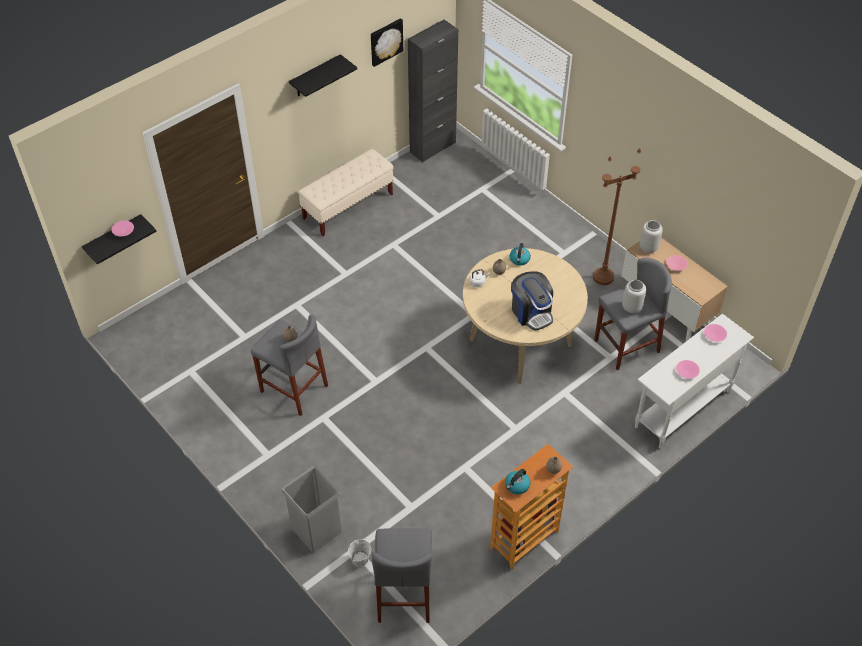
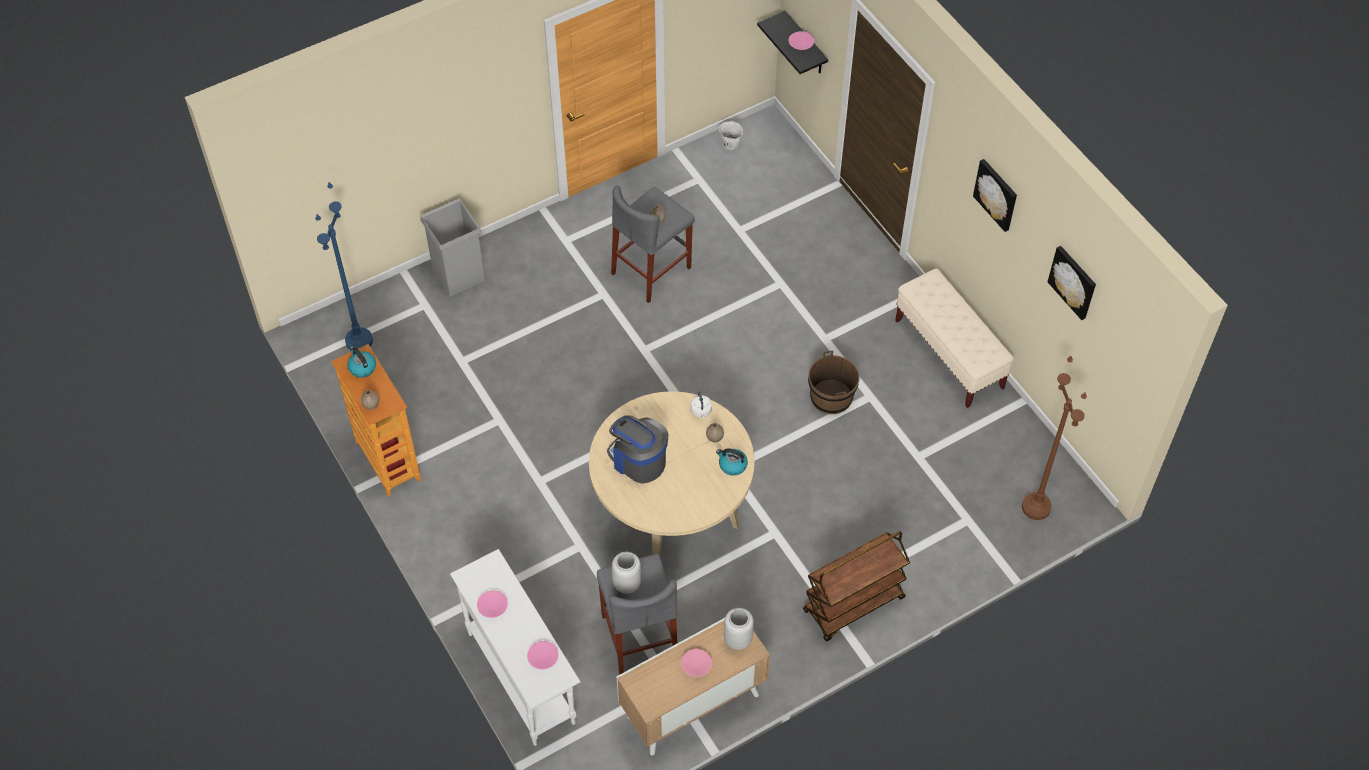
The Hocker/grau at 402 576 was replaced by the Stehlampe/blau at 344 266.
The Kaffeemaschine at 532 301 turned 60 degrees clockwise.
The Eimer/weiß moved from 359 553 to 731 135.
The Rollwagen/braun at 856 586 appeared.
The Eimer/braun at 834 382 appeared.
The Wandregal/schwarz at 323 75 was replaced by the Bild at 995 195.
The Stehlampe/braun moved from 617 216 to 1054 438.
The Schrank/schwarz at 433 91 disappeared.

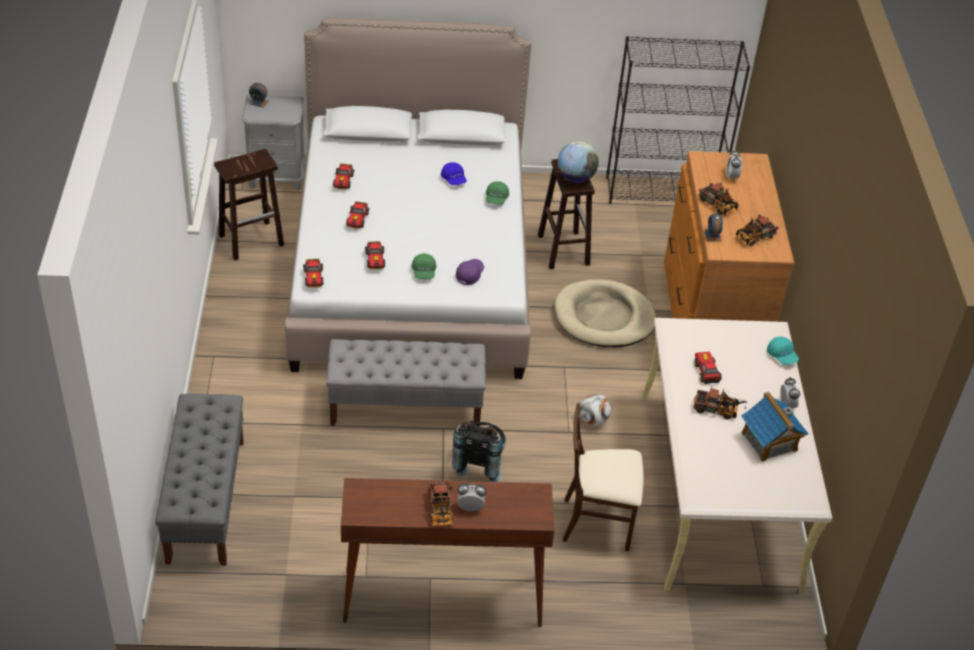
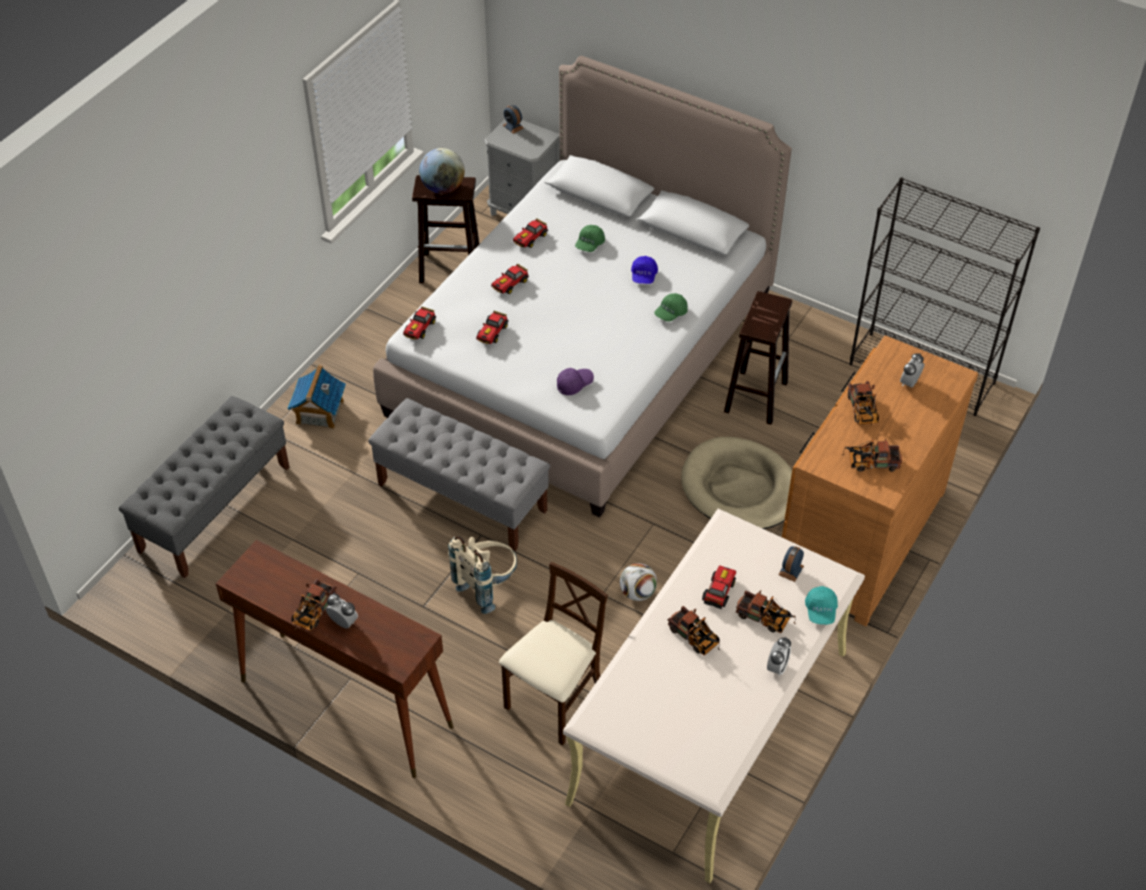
The Spielzeughaus moved from 774 426 to 316 396.
The Globus moved from 578 162 to 442 171.
The Rucksack/schwarz at 479 451 became the Rucksack/beige at 482 575.
The Stuhl/beige at 603 477 turned 90 degrees clockwise.
The Kappe/grün moved from 424 266 to 590 238.
The Spielzeuglaster at 766 611 appeared.
The Wecker moved from 713 228 to 791 564.

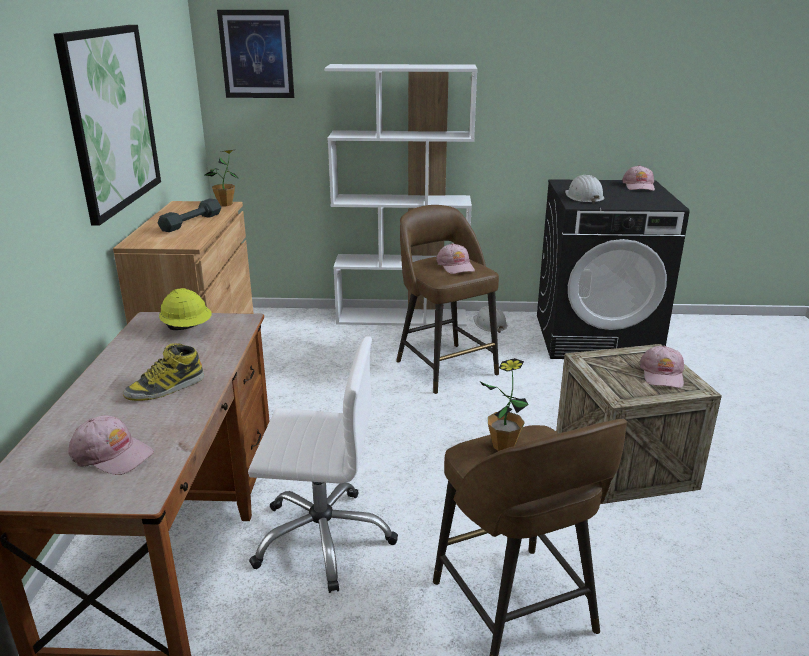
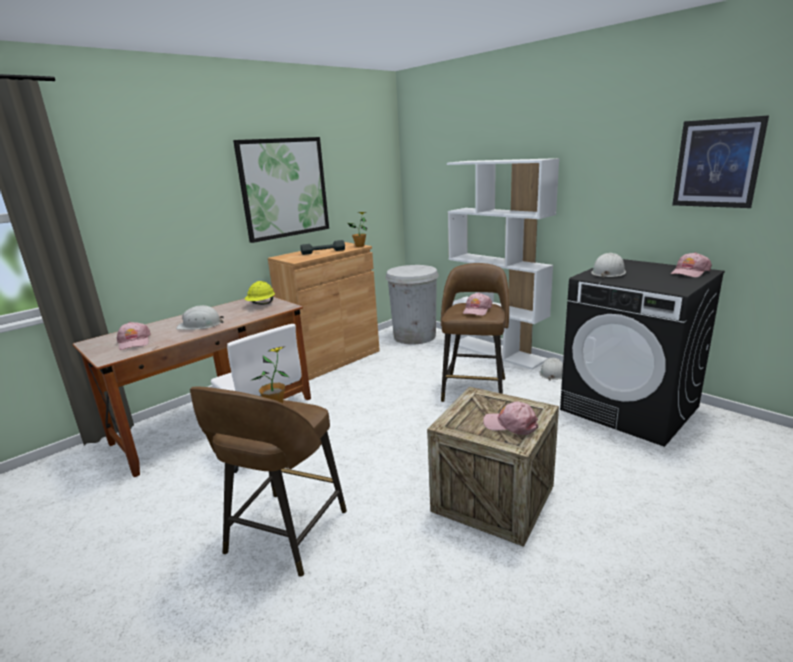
The Stiefel at 163 372 was replaced by the Schutzhelm/weiß at 200 317.
The Mülleimer/weiß at 412 305 appeared.
The Kappe/rosa at 662 367 turned 60 degrees clockwise.
The Bild moved from 255 54 to 720 161.

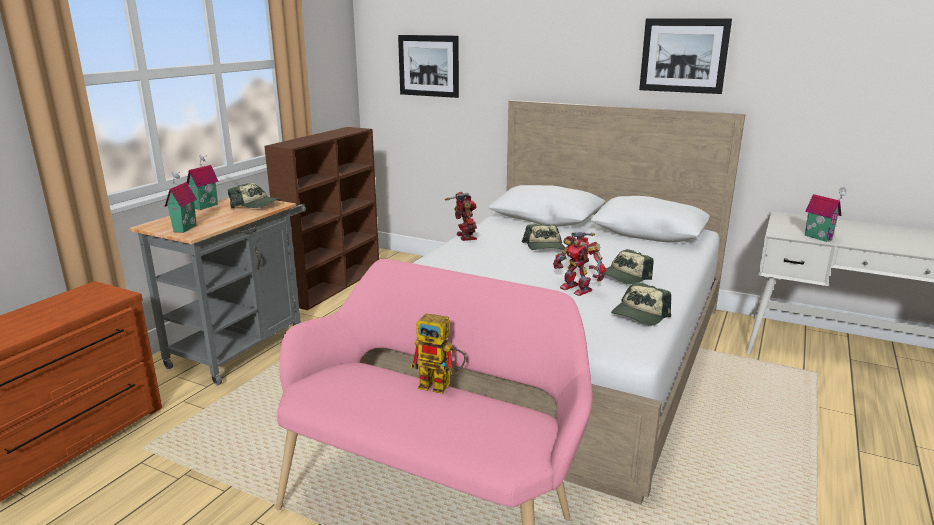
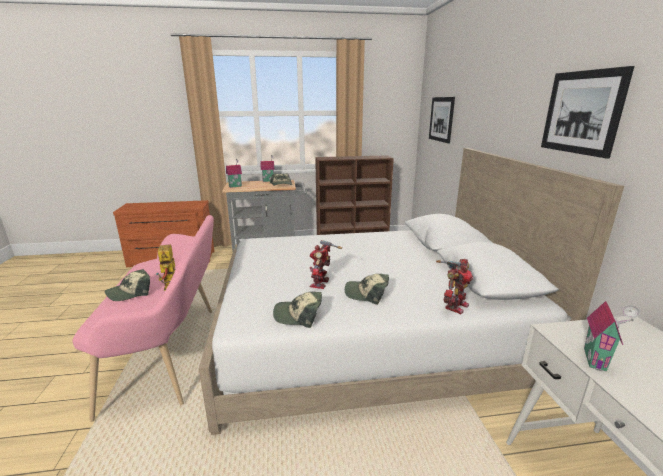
The Kappe moved from 543 237 to 127 285.
The Spielzeugroboter moved from 461 216 to 454 286.

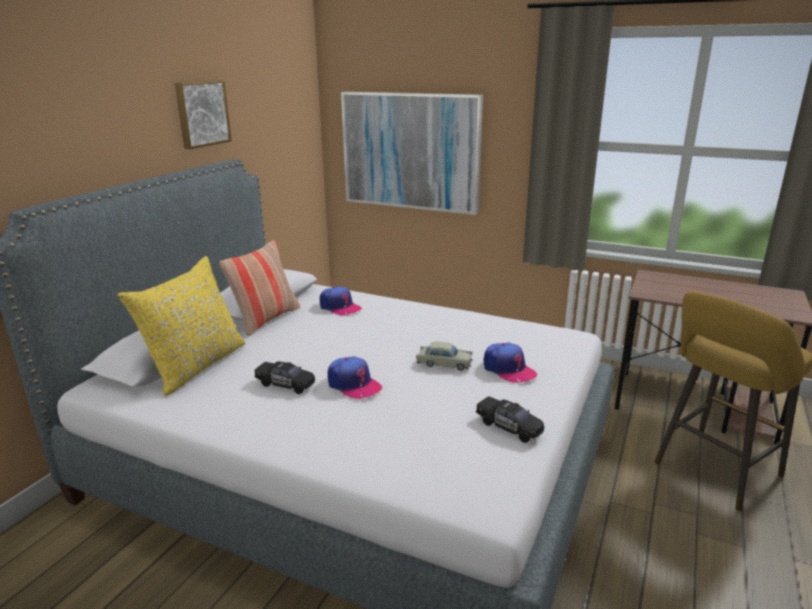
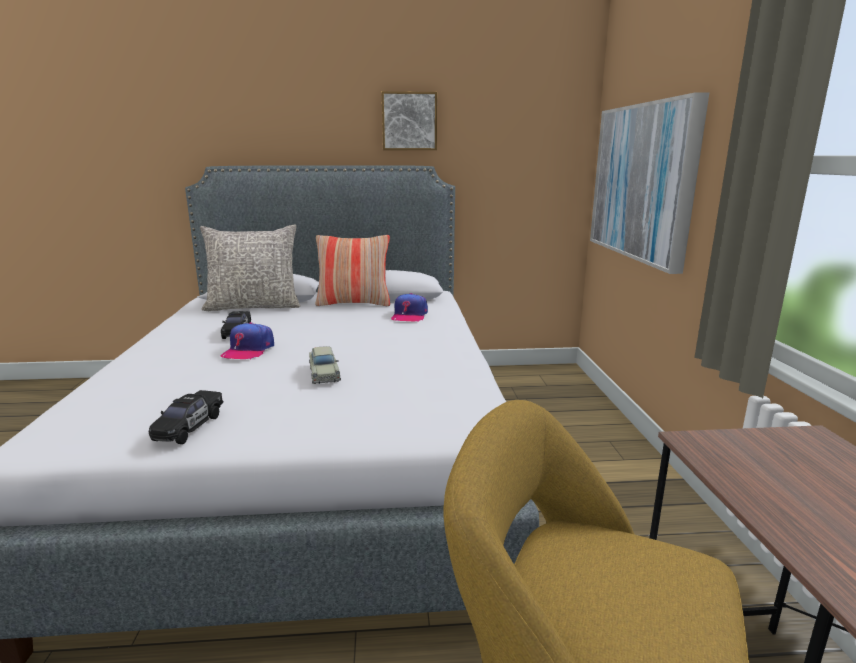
The Kissen/gelb at 181 326 became the Kissen/grau at 250 267.
The Kappe at 510 363 disappeared.

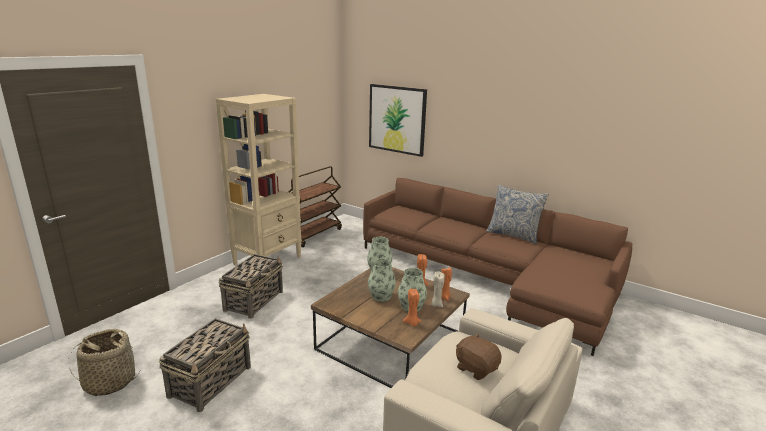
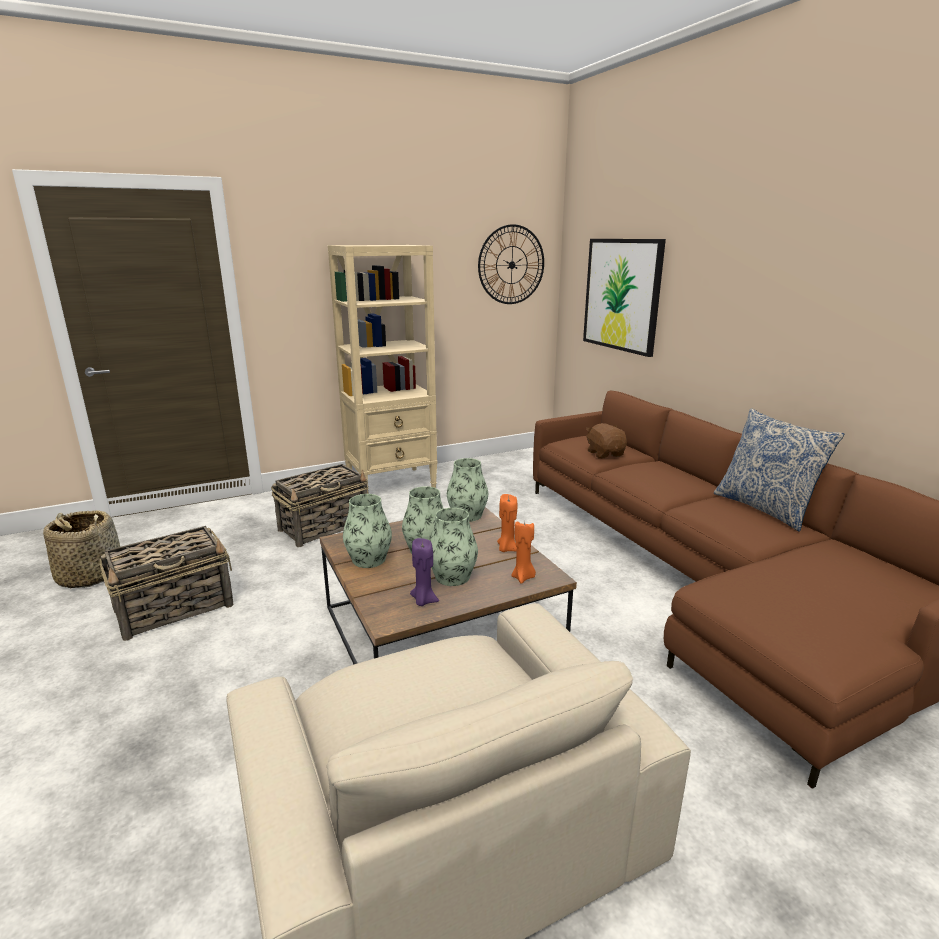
The Vase at 367 531 appeared.
The Kerze/orange at 412 307 became the Kerze/lila at 424 572.
The Wanduhr at 511 264 appeared.
The Plüschtier/braun moved from 478 356 to 606 441.
The Rollwagen/braun at 315 206 disappeared.
The Kerze/beige at 438 289 disappeared.

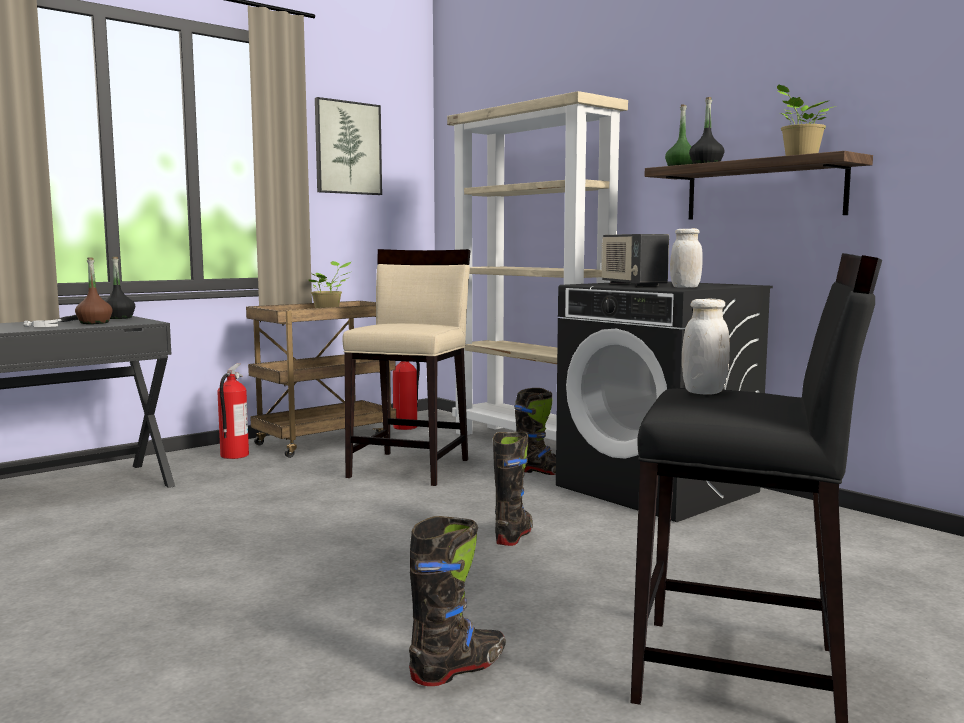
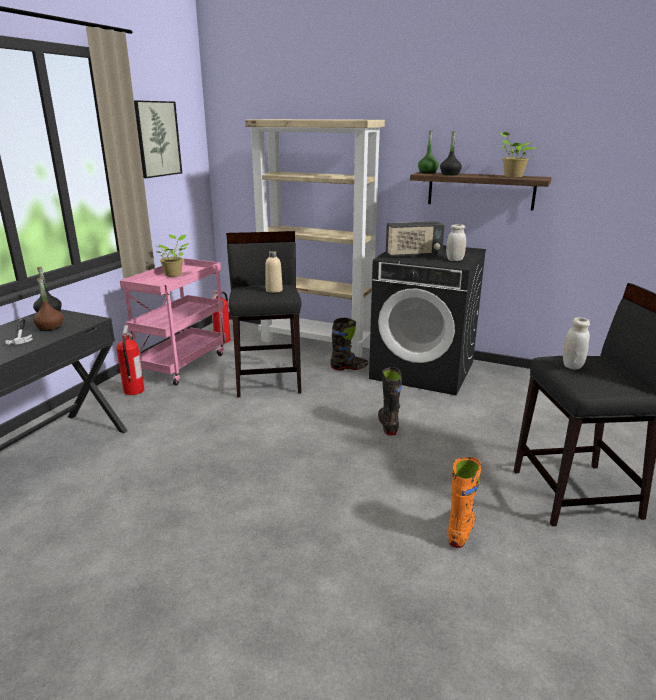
The Rollwagen/braun at 321 379 became the Rollwagen/rosa at 173 322.
The Hocker/beige at 406 367 became the Hocker/schwarz at 264 314.
The Flasche/beige at 274 272 appeared.
The Radio at 635 260 turned 60 degrees counterclockwise.
The Stiefel/schwarz at 457 601 became the Stiefel/orange at 464 502.

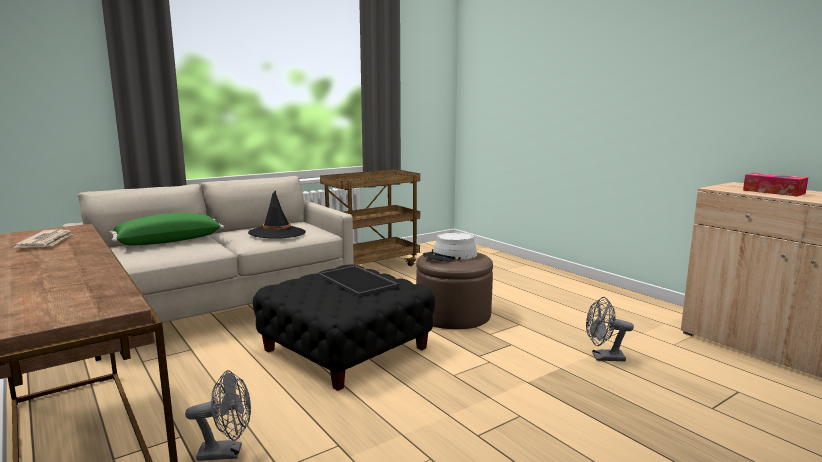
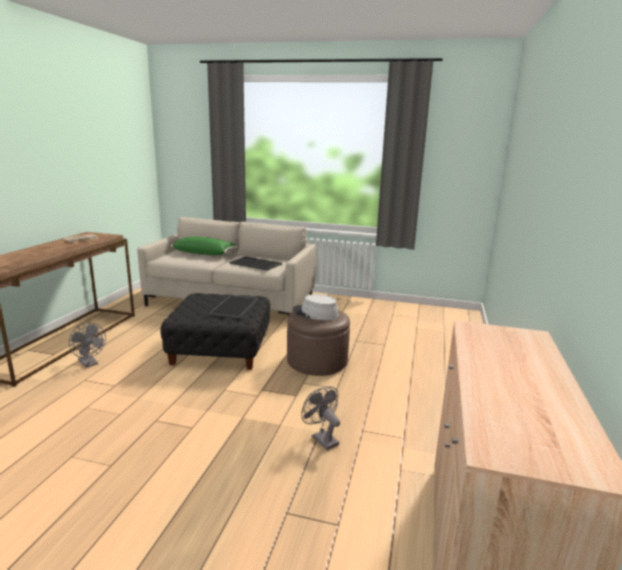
The Hut/schwarz at 277 214 was replaced by the Tablett at 255 263.
The Rollwagen/braun at 370 217 disappeared.
The Taschentuchbox at 775 185 disappeared.

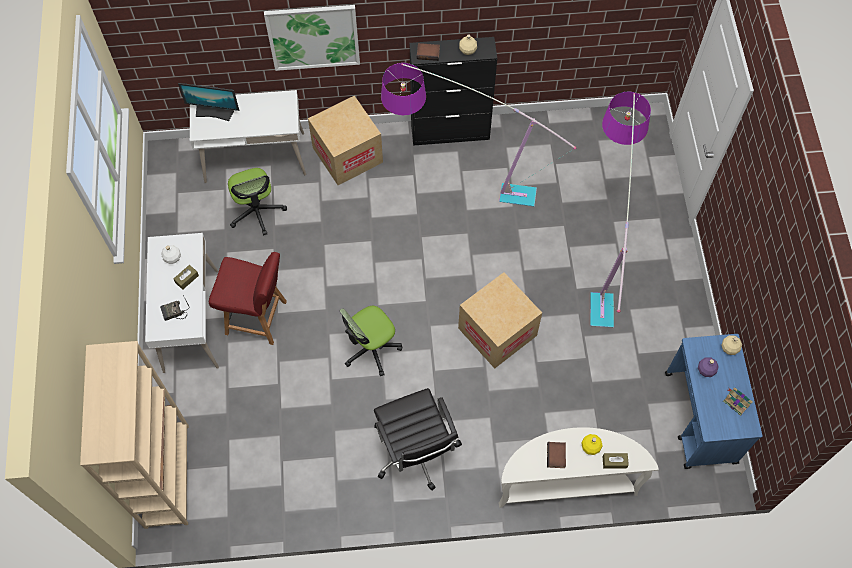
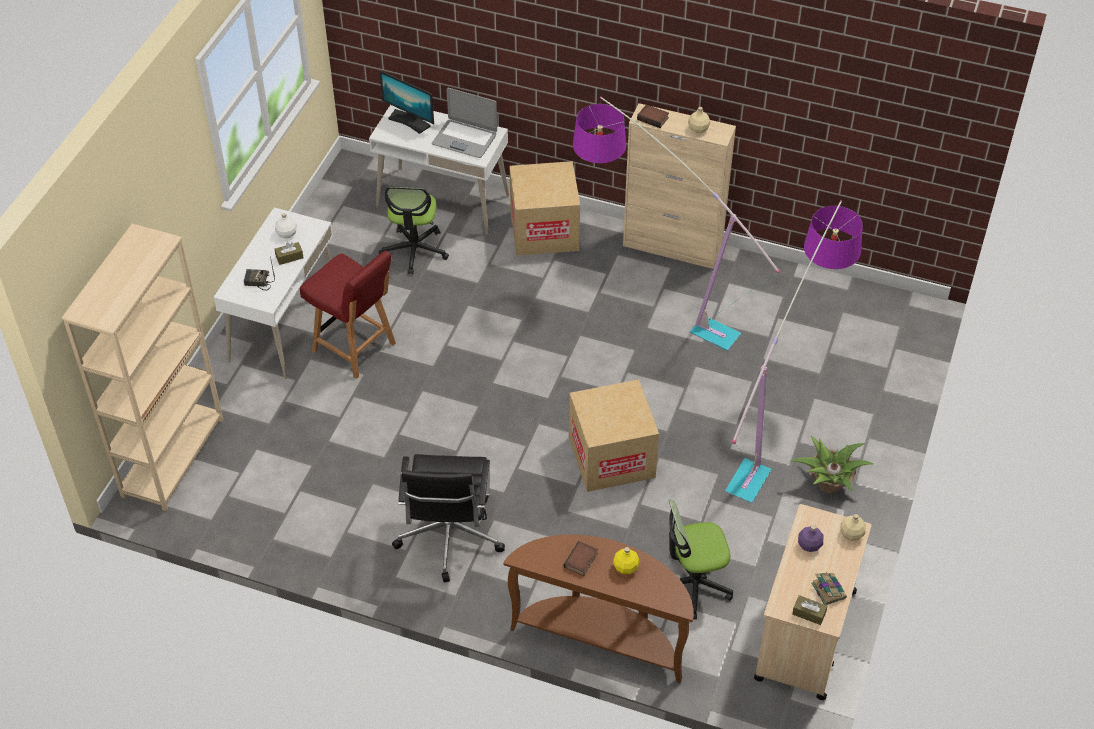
The Laptop at 464 123 appeared.
The Konsolentisch/weiß at 579 467 became the Konsolentisch/braun at 598 609.
The Schrank/schwarz at 453 91 became the Schrank/beige at 679 186.
The Bürostuhl moved from 371 341 to 701 559.
The Rollwagen/blau at 713 401 became the Rollwagen/beige at 813 602.
The Topfpflanze at 831 465 appeared.
The Taschentuchbox/braun moved from 615 461 to 809 610.
The Bild at 312 38 disappeared.

